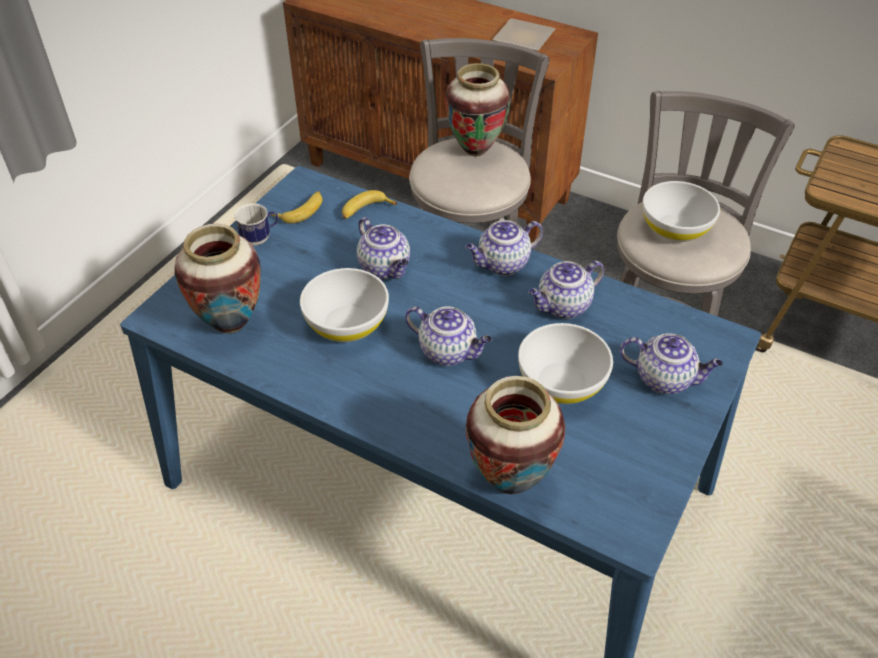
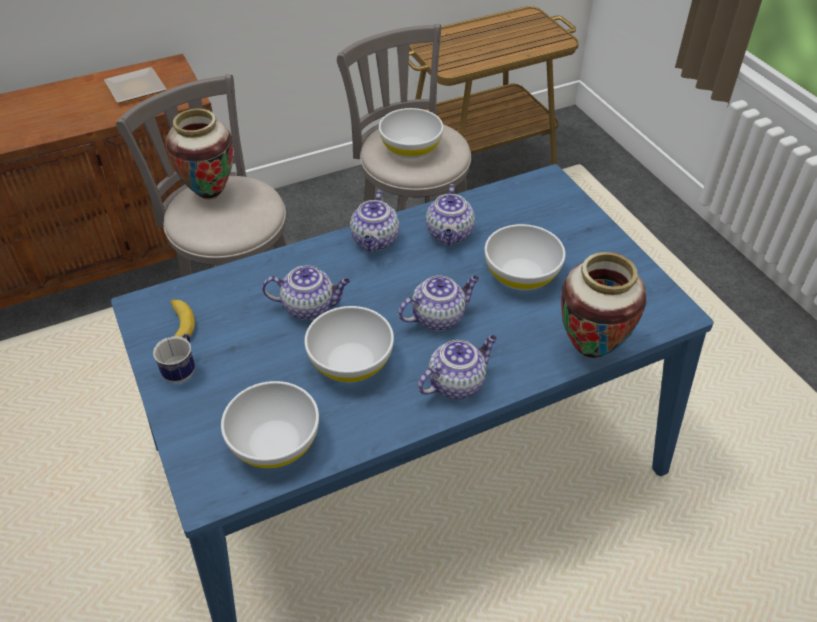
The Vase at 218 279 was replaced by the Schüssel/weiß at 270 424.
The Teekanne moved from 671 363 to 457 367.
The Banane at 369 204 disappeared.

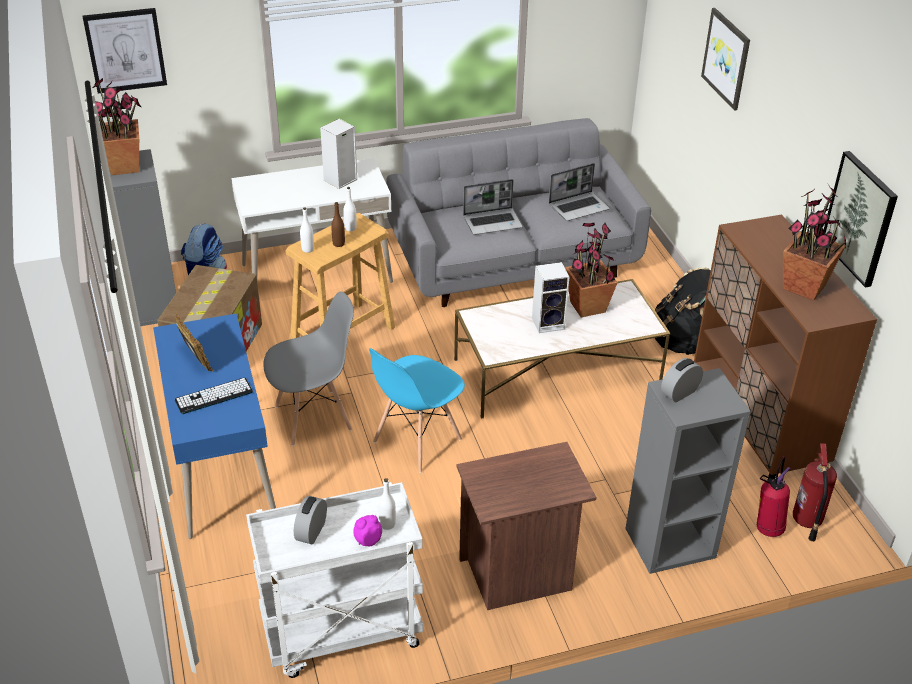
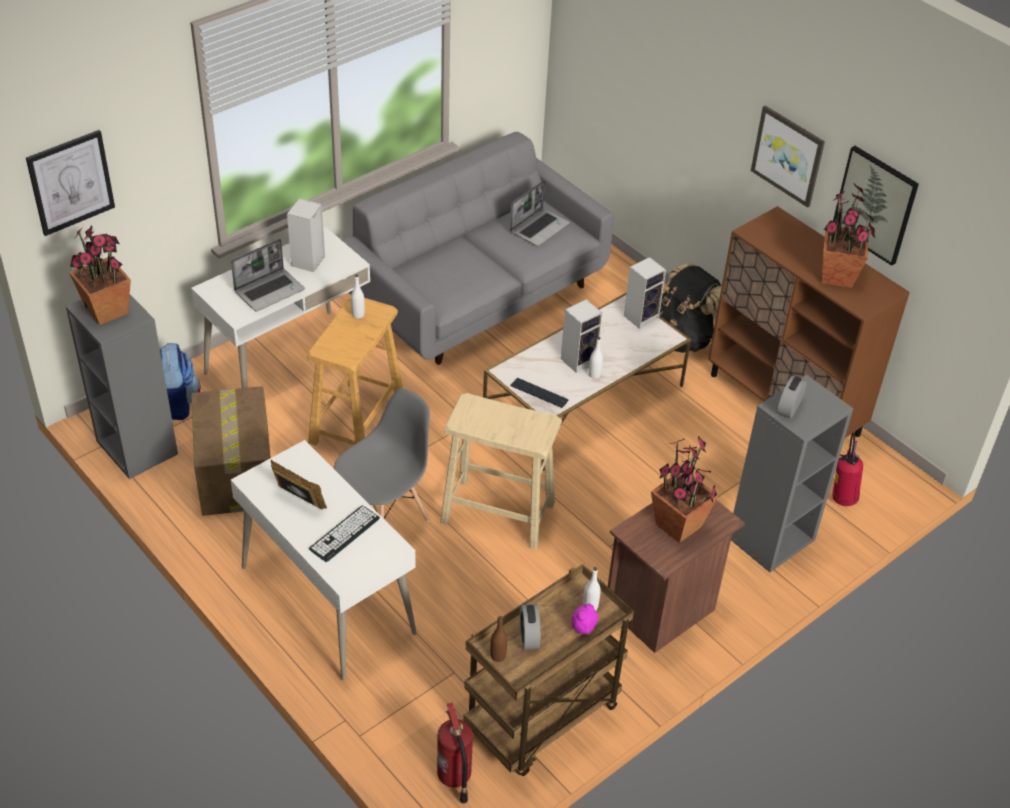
The Laptop moved from 493 207 to 268 275.
The Schreibtisch/blau at 214 426 became the Schreibtisch/weiß at 324 560.
The Feuerlöscher moved from 815 492 to 455 753.
The Stuhl/blau at 417 410 was replaced by the Hocker/beige at 501 471.
The Rollwagen/weiß at 334 580 became the Rollwagen/braun at 548 670.
The Flasche/braun moved from 338 224 to 498 639.
The Tastatur at 539 393 appeared.
The Flasche/weiß moved from 307 230 to 596 358.
The Lautsprecher at 645 293 appeared.
The Topfpflanze moved from 591 270 to 684 489.
The Bild moved from 725 59 to 788 156.

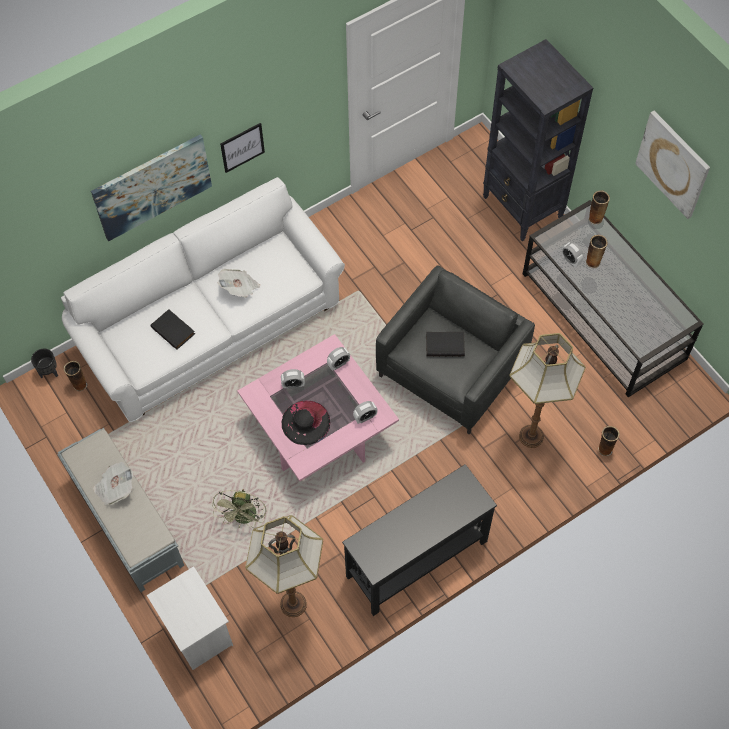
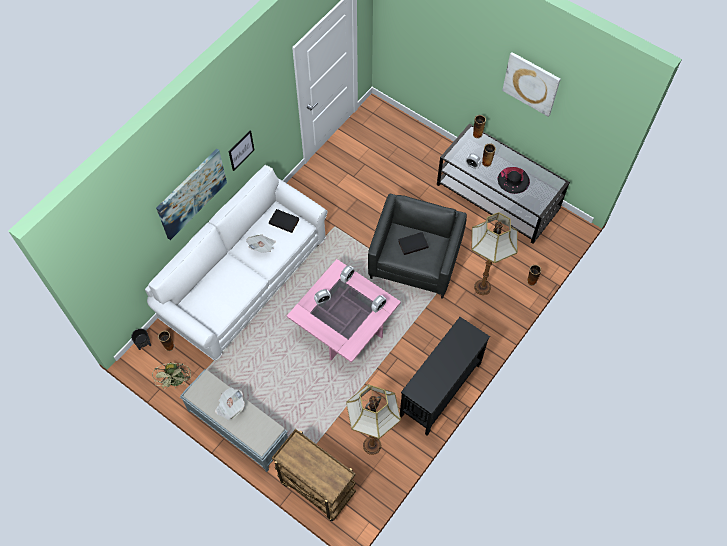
The Ventilator/grün moved from 239 508 to 171 375.
The Buch/schwarz moved from 173 329 to 284 221.
The Nachttisch/weiß at 190 618 was replaced by the Rollwagen/braun at 314 475.
The Hut/schwarz moved from 306 422 to 513 180.
The Bücherregal/schwarz at 538 140 disappeared.

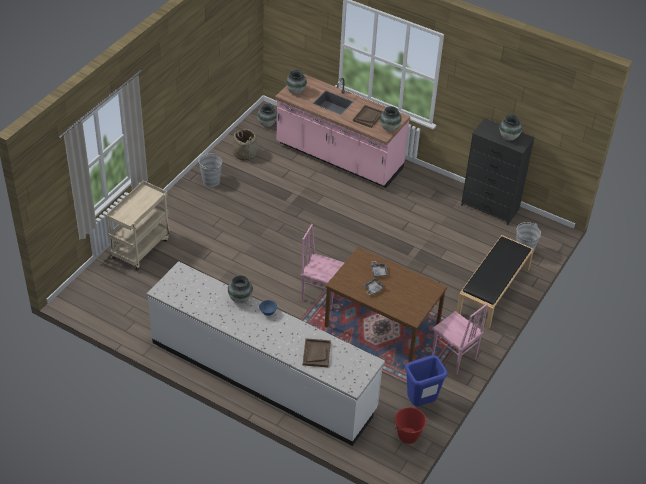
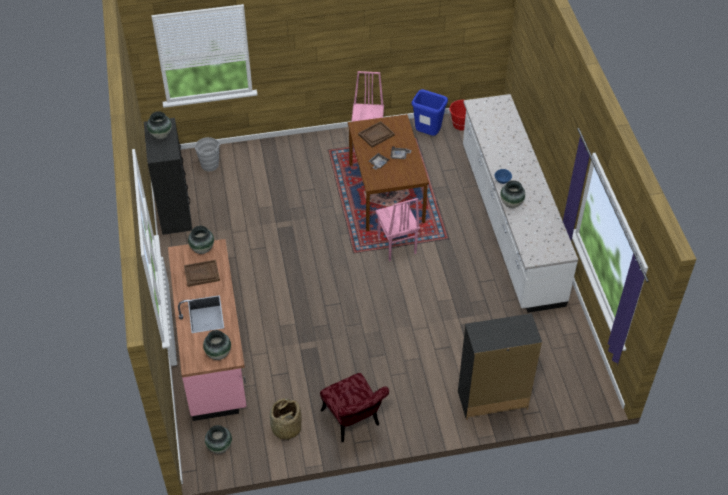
The Eimer/grau at 210 169 was replaced by the Stuhl/rot at 354 407.
The Tablett/braun moved from 317 352 to 376 134.
The Rollwagen/beige at 138 225 was replaced by the Kommode/schwarz at 500 366.
The Bank/schwarz at 495 282 disappeared.

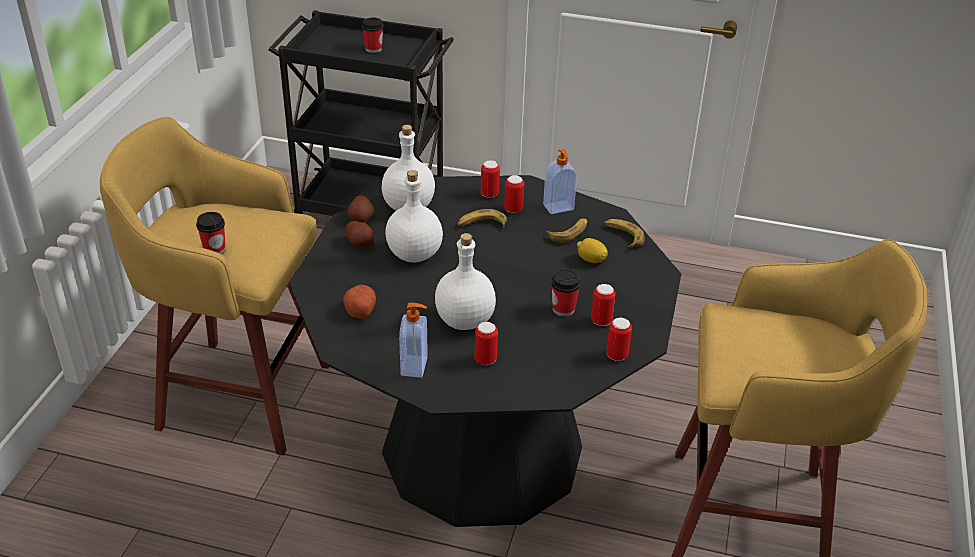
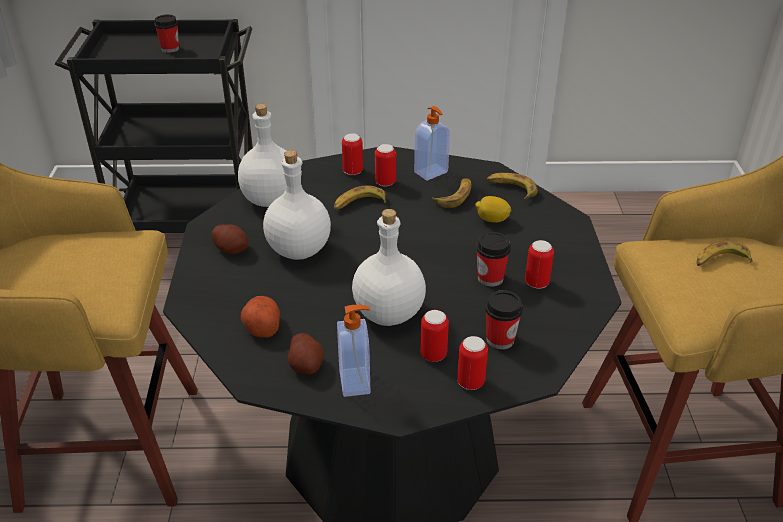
The Kartoffel moved from 361 209 to 306 354.
The Dose moved from 619 339 to 472 363.
The Tasse moved from 210 233 to 504 319.
The Banane at 725 253 appeared.

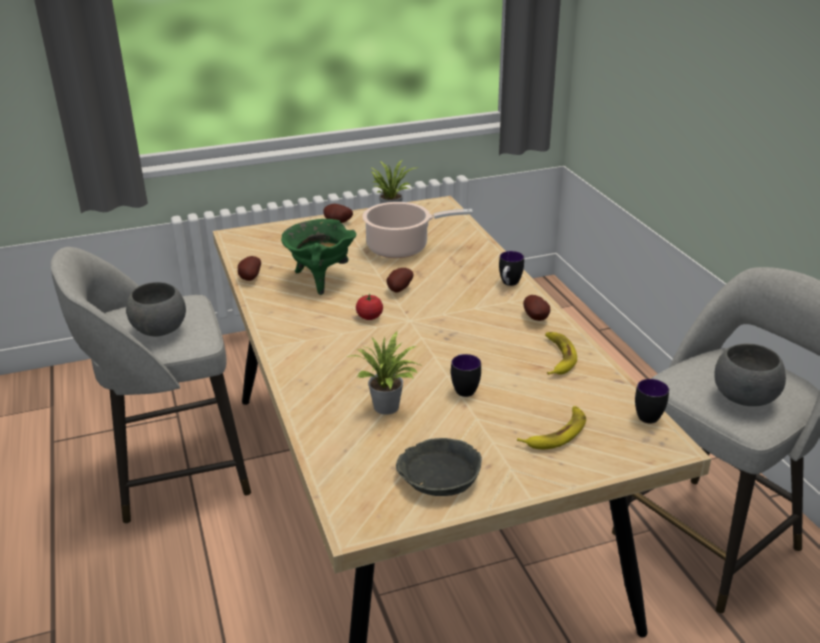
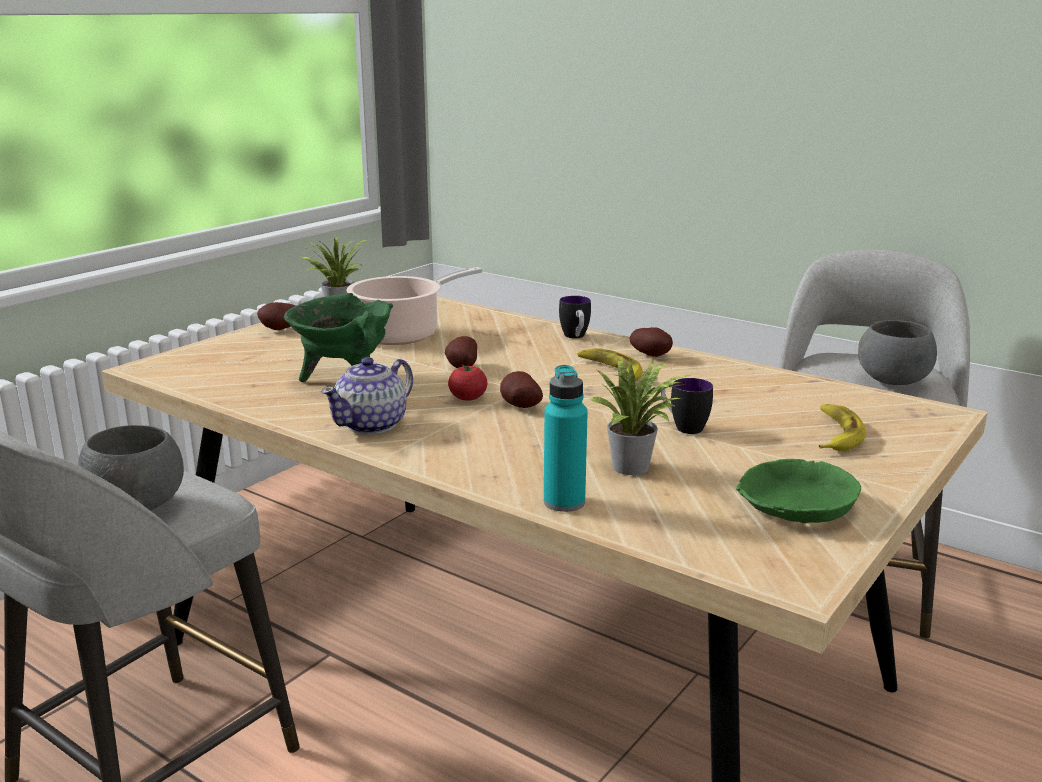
The Teekanne at 367 395 appeared.
The Kartoffel moved from 249 268 to 521 389.
The Flasche/türkis at 566 438 appeared.
The Banane moved from 561 353 to 610 364.
The Schüssel/grau at 439 467 became the Schüssel/grün at 798 491.
The Henkelbecher at 652 401 disappeared.

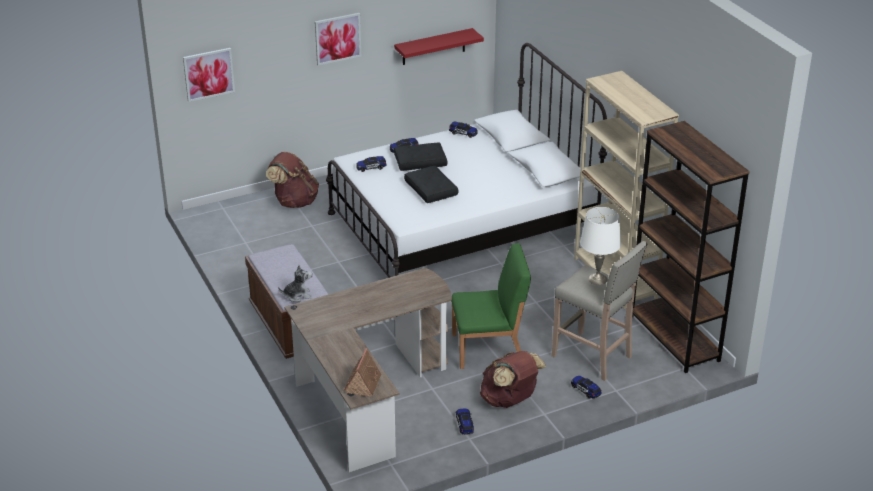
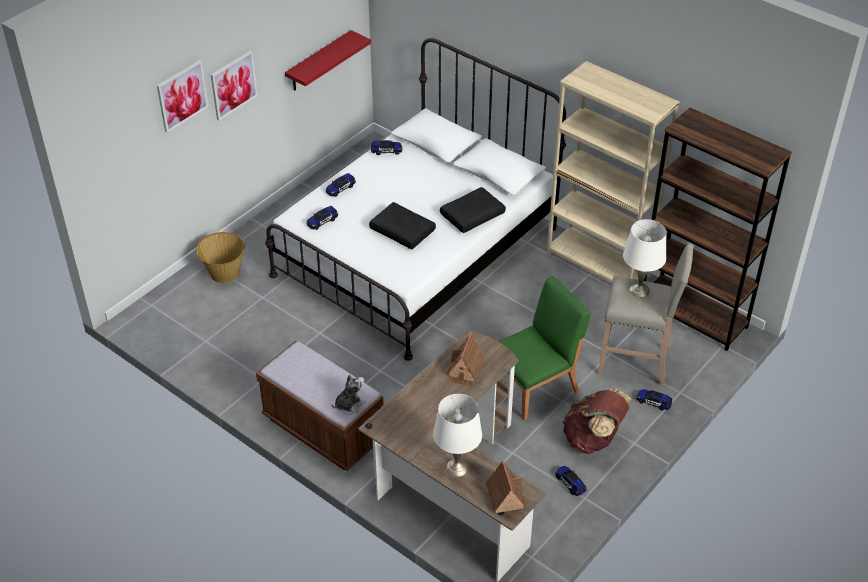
The Bild moved from 209 75 to 182 96.
The Rucksack/braun at 292 180 was replaced by the Korb at 220 257.
The Tischlampe/weiß at 457 435 appeared.
The Kissen/schwarz moved from 420 157 to 473 210.
The Spielzeughaus at 466 360 appeared.

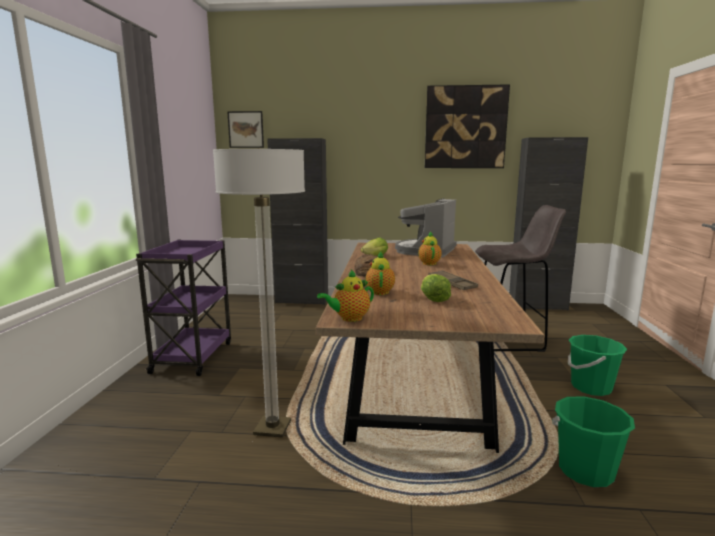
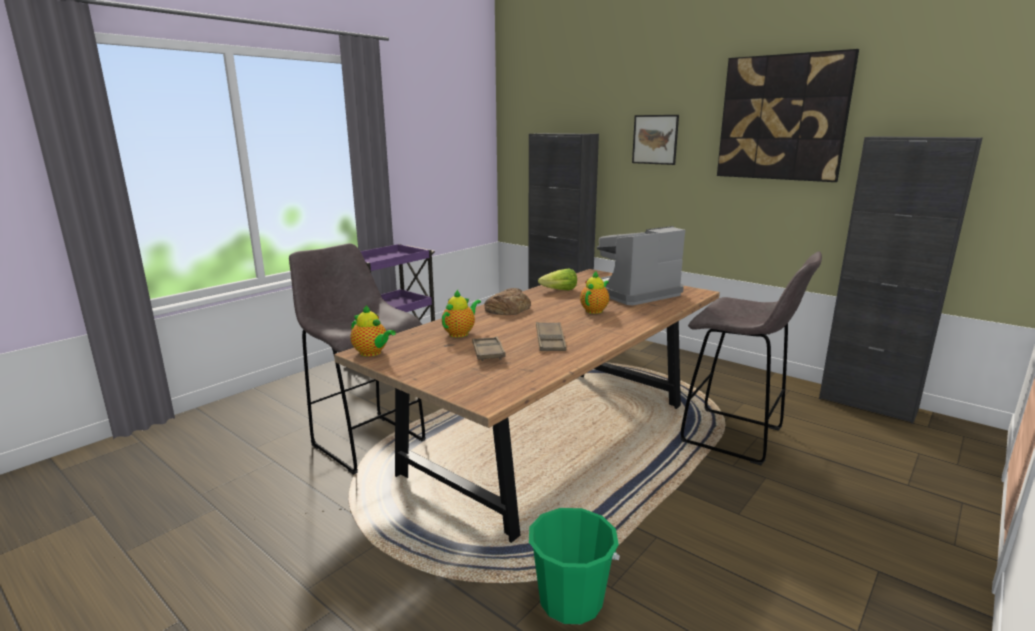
The Stehlampe at 259 293 was replaced by the Hocker/grau at 357 359.
The Teekanne at 345 296 turned 150 degrees counterclockwise.
The Salatkopf at 436 288 was replaced by the Tablett/braun at 488 349.
The Bild moved from 245 129 to 655 140.
The Eimer/grün at 597 365 disappeared.

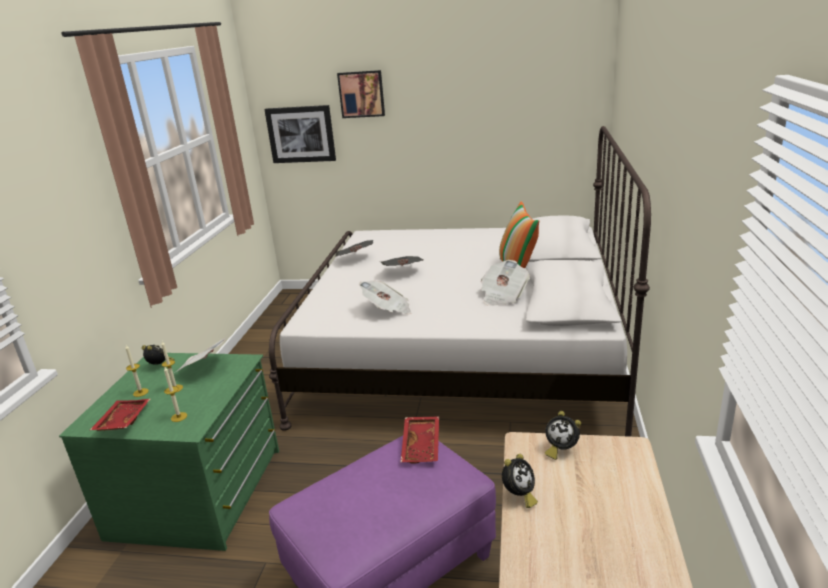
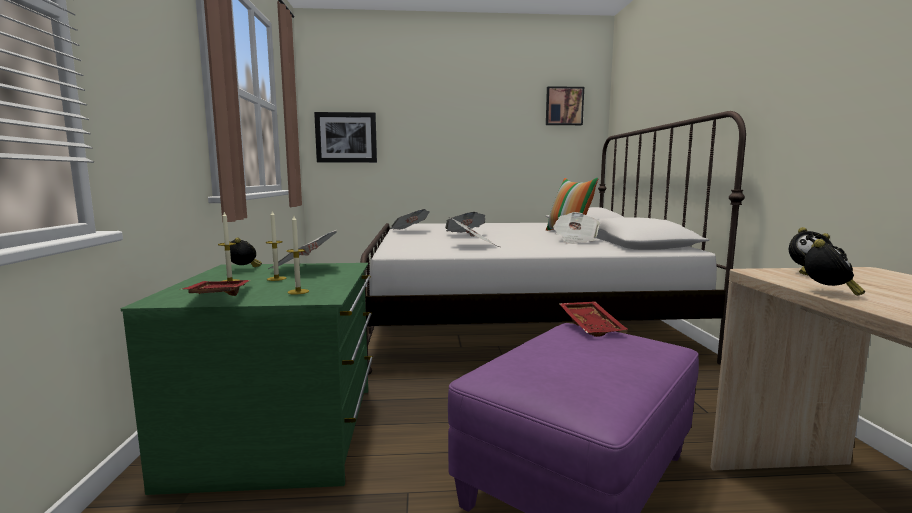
The Bild moved from 361 94 to 565 105.

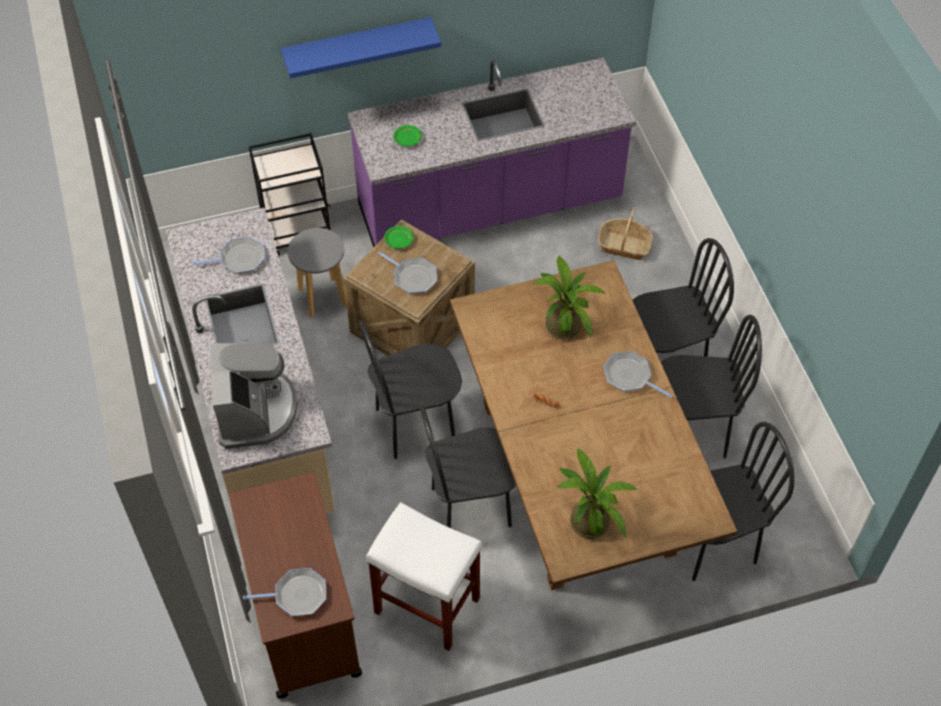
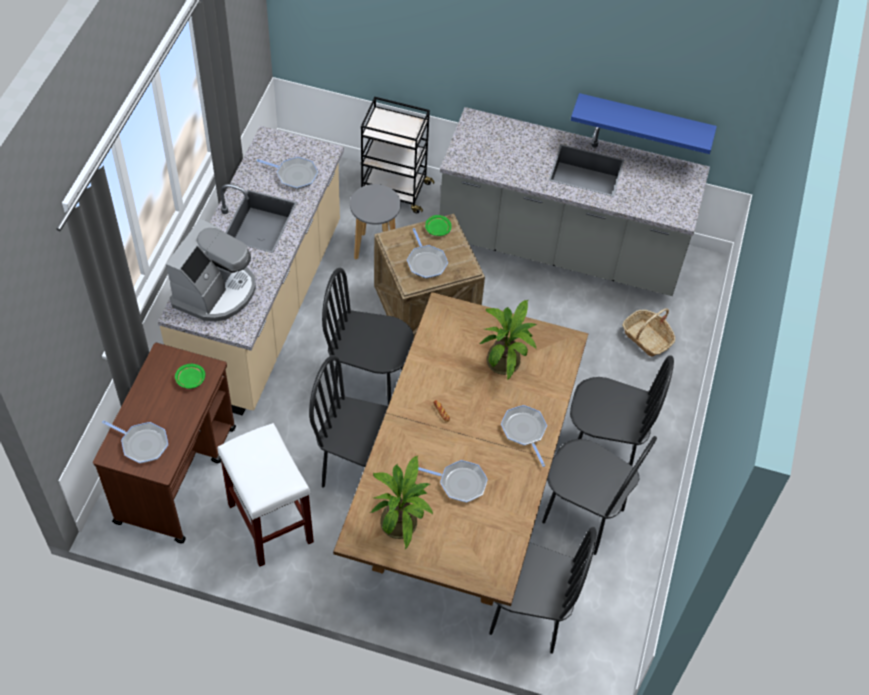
The Teller/grün moved from 407 135 to 190 376.
The Pfanne at 453 481 appeared.
The Küchenzeile/lila at 492 152 became the Küchenzeile/grau at 574 201.
The Wandregal/blau moved from 361 47 to 644 123.

